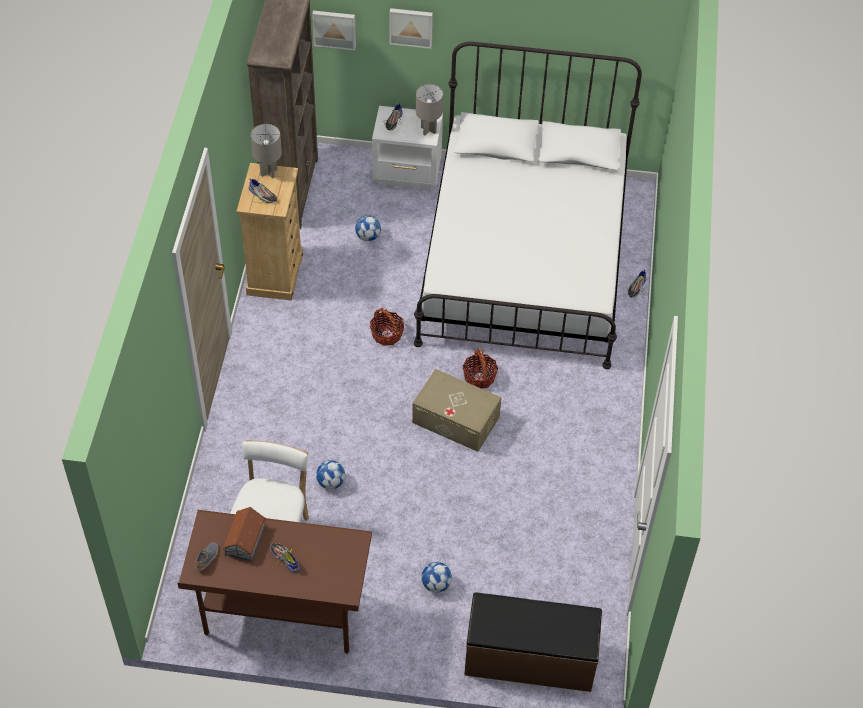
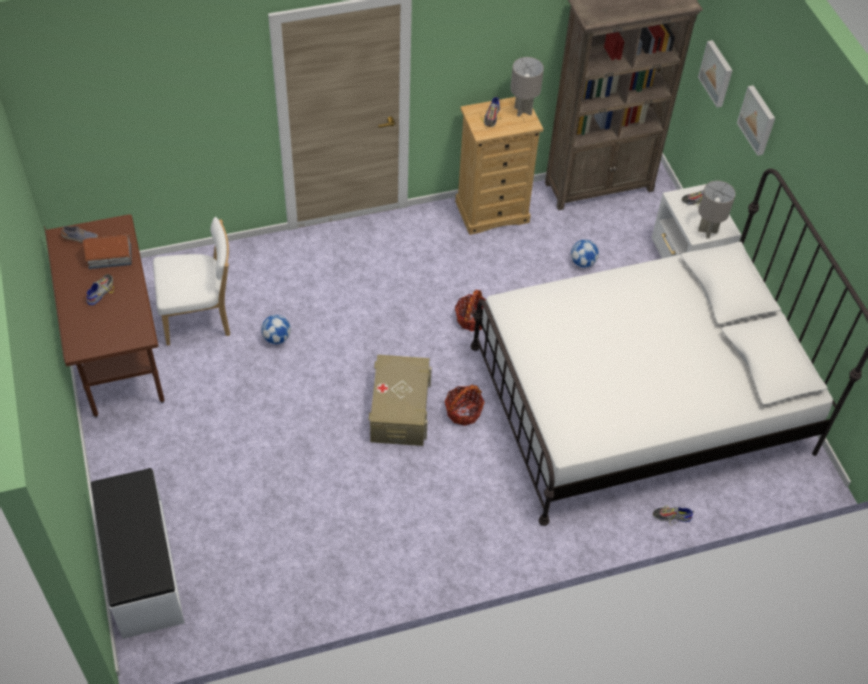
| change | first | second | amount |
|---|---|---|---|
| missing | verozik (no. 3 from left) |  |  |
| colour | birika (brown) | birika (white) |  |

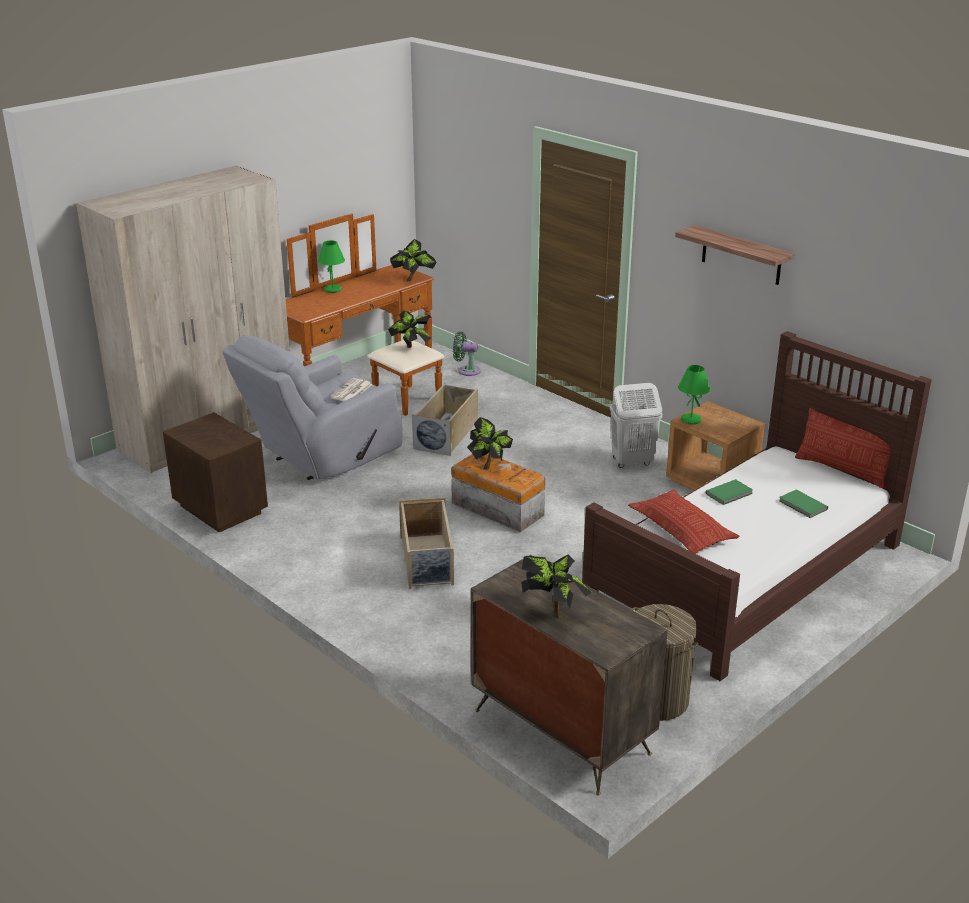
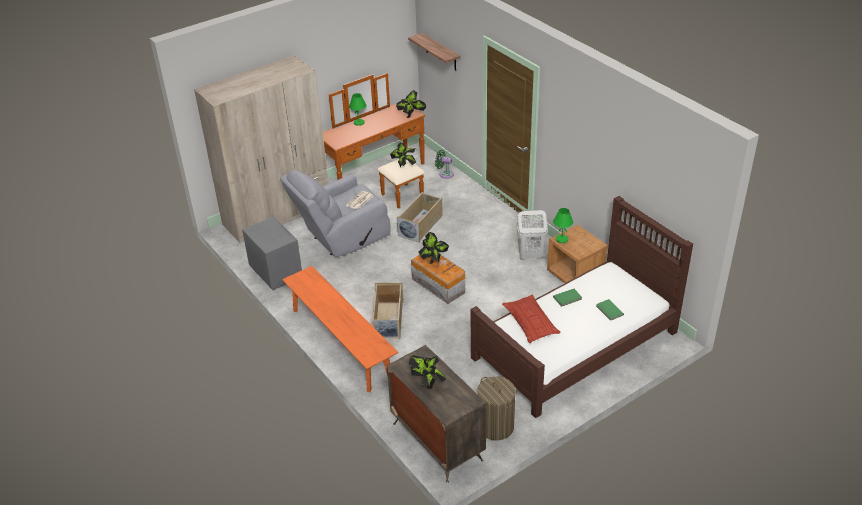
| change | first | second | amount |
|---|---|---|---|
| relocated | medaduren |  |  |
| missing | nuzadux (no. 2 from left) |  |  |
| colour | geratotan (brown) (no. 1 from left) | geratotan (grey) |  |
| appeared |  | birika (orange) |  |

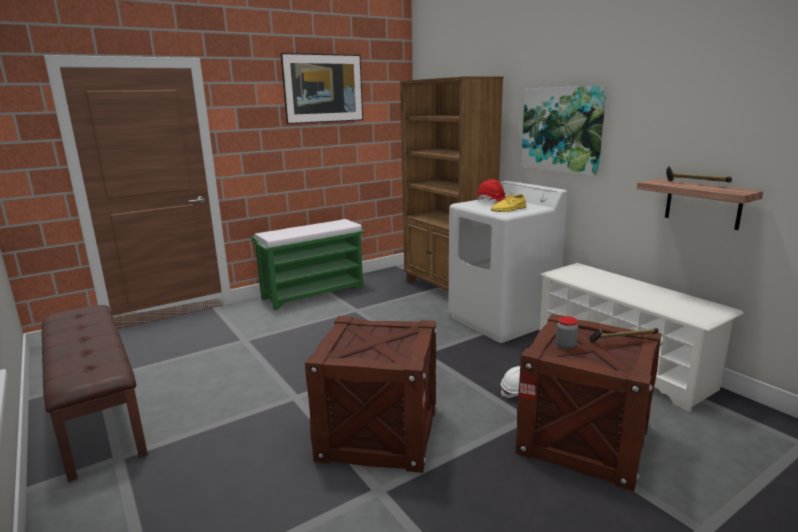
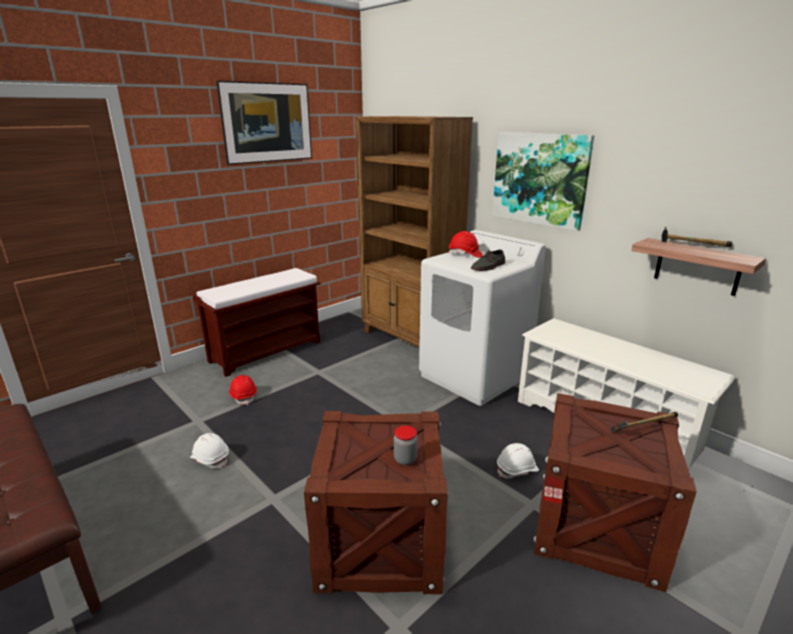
| change | first | second | amount |
|---|---|---|---|
| colour | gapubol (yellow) | gapubol (grey) |  |
| colour | birika (green) | birika (brown) (no. 2 from left) |  |
| relocated | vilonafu |  |  |
| appeared |  | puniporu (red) (no. 1 from left) |  |
| appeared |  | puniporu (white) (no. 1 from left) |  |

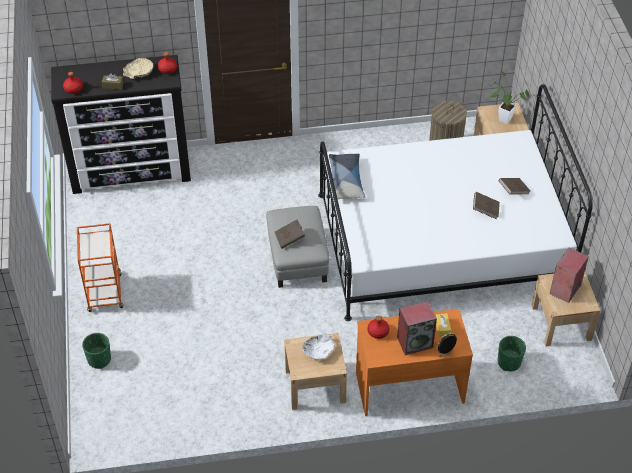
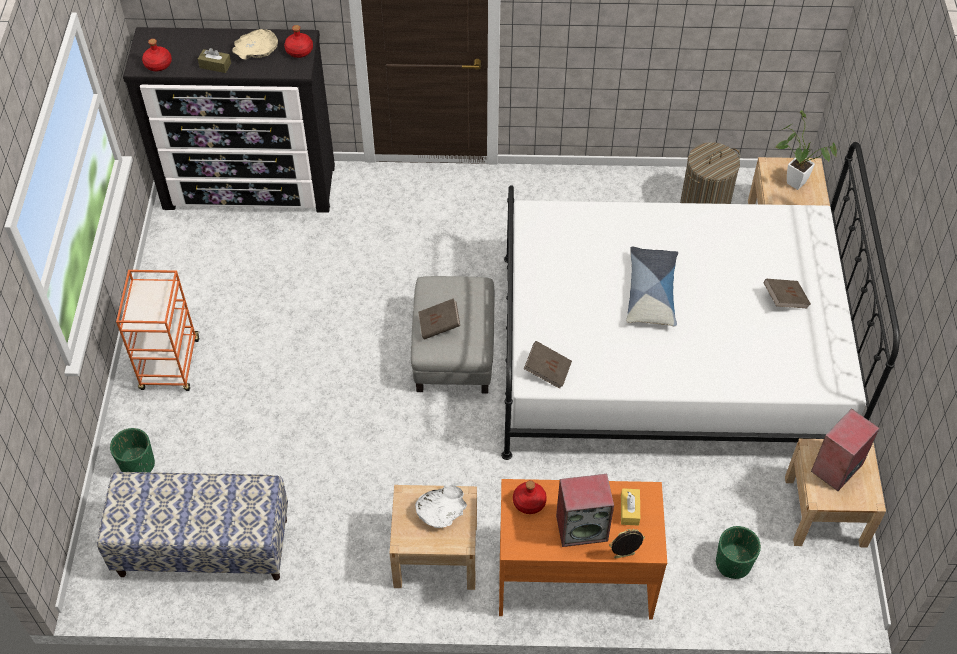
| change | first | second | amount |
|---|---|---|---|
| relocated | nuzadux |  |  |
| relocated | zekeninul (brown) (no. 2 from left) |  |  |
| appeared |  | birika |  |

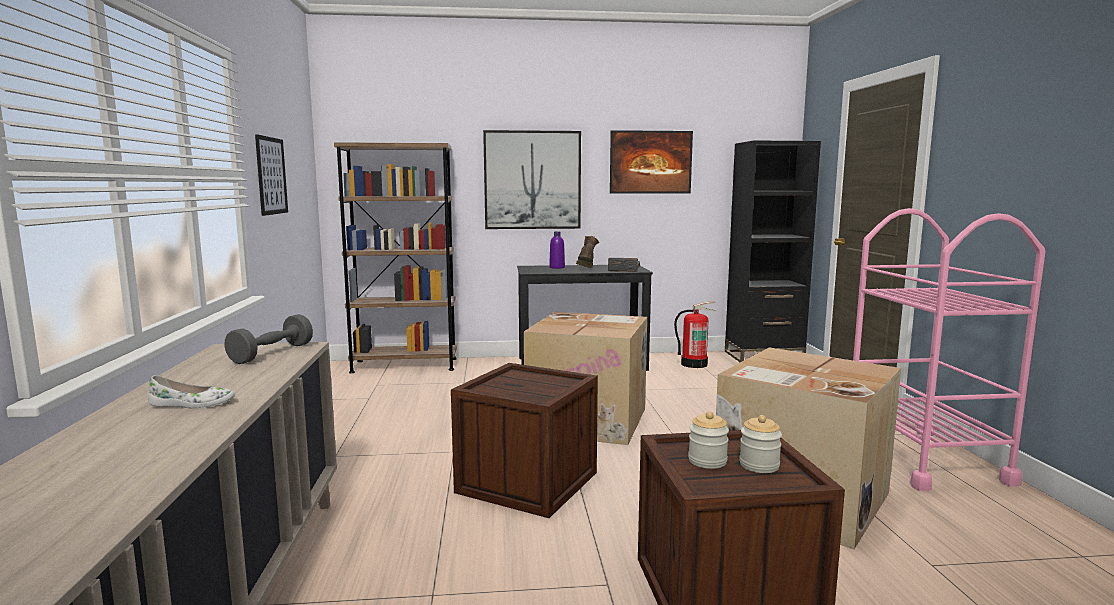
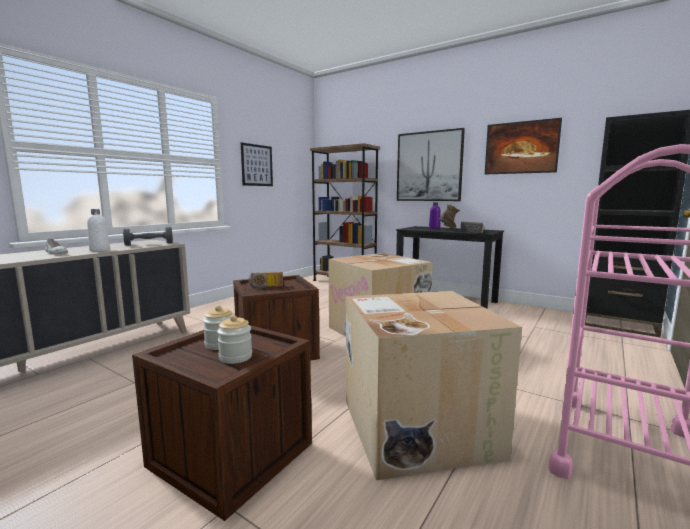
| change | first | second | amount |
|---|---|---|---|
| missing | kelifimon |  |  |
| appeared |  | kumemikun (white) |  |
| appeared |  | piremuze (no. 1 from left) |  |

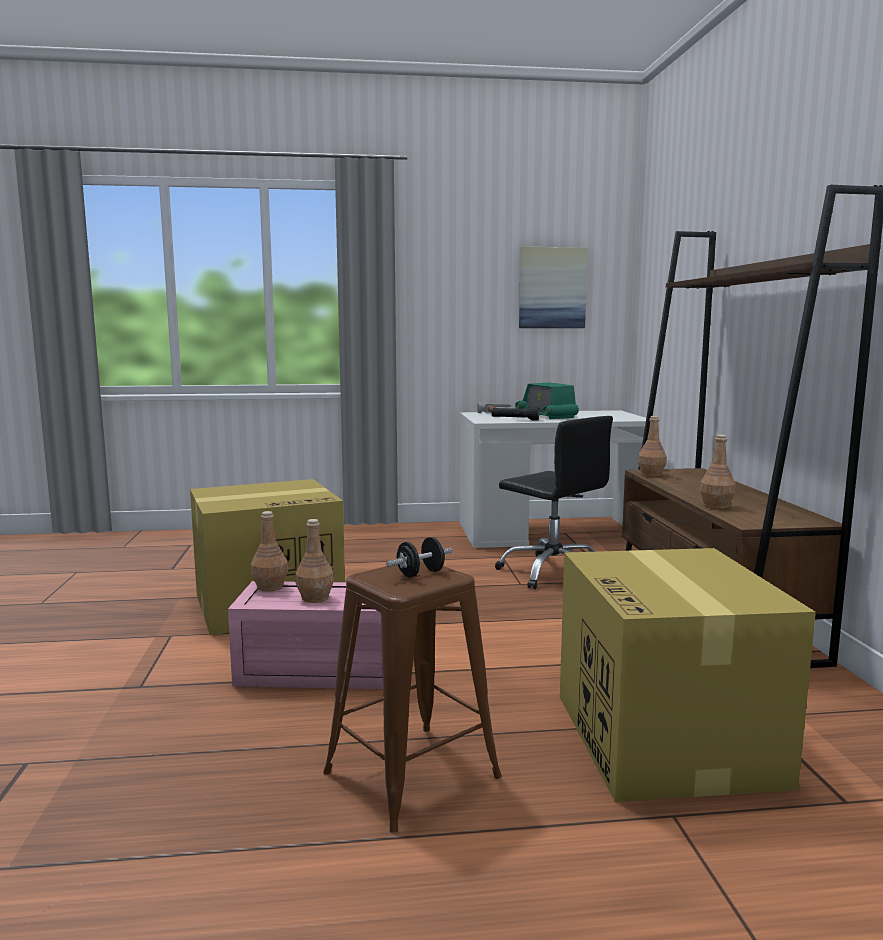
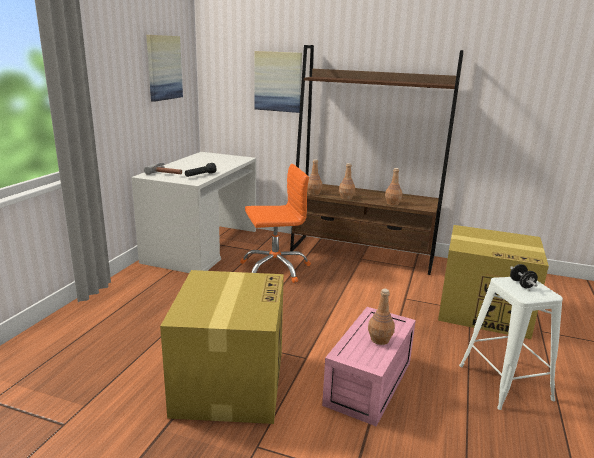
| change | first | second | amount |
|---|---|---|---|
| missing | piremuze |  |  |
| colour | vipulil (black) | vipulil (orange) |  |
| relocated | kumemikun (brown) (no. 1 from left in the first image) | kumemikun (brown) (no. 2 from left) |  |
| colour | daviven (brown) | daviven (white) |  |
| appeared |  | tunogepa (no. 2 from left) |  |

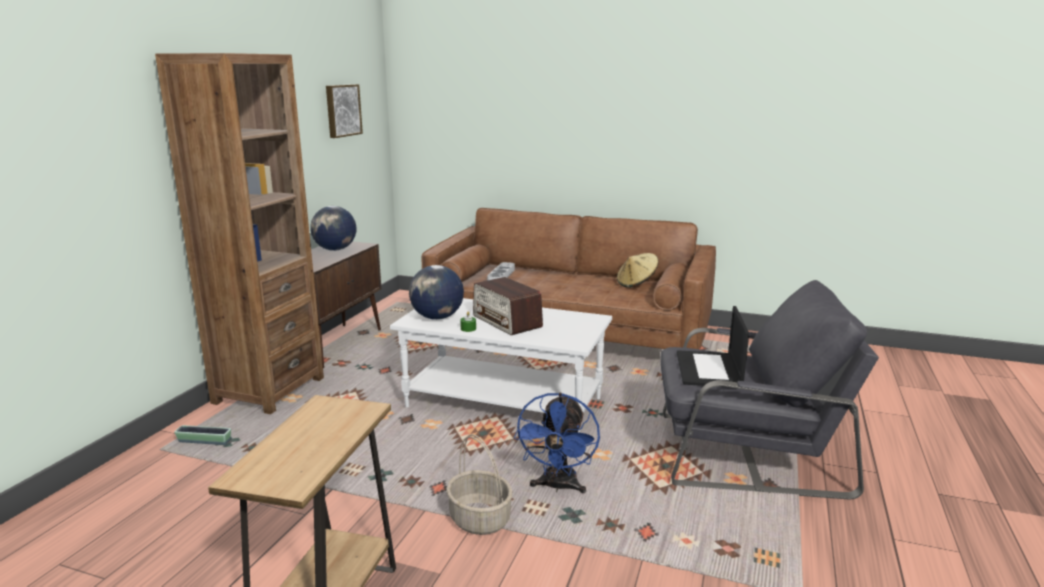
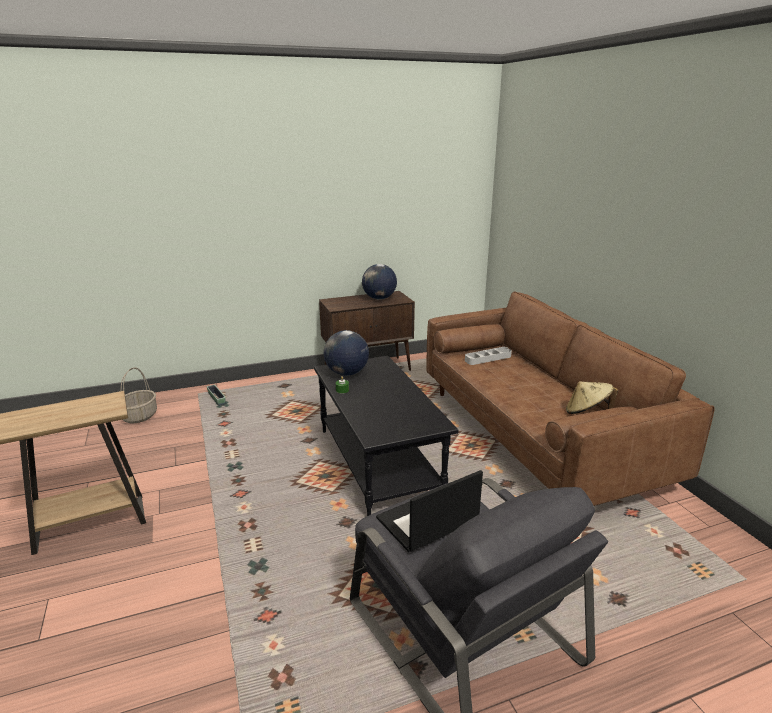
| change | first | second | amount |
|---|---|---|---|
| missing | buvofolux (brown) |  |  |
| missing | tunogepa |  |  |
| missing | piremuze |  |  |
| colour | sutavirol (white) | sutavirol (black) |  |
| missing | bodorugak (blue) |  |  |
| relocated | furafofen |  |  |

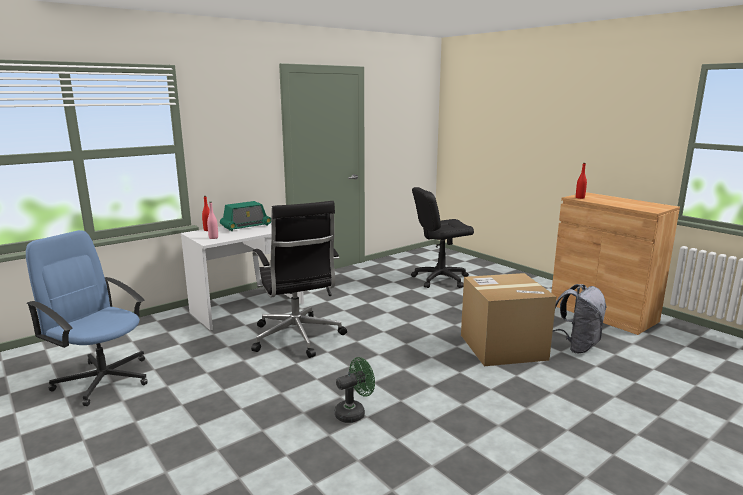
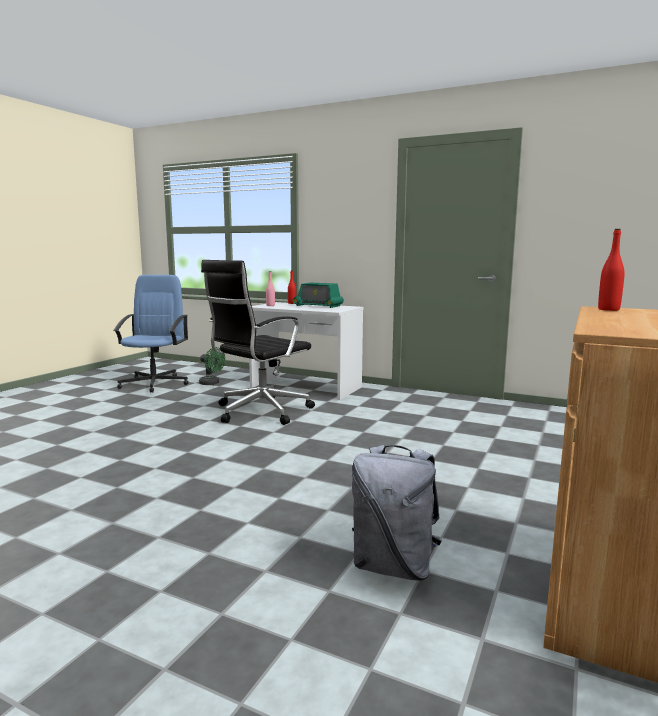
| change | first | second | amount |
|---|---|---|---|
| missing | vipulil (black) (no. 2 from left) |  |  |
| missing | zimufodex |  |  |
| relocated | bodorugak (green) |  |  |

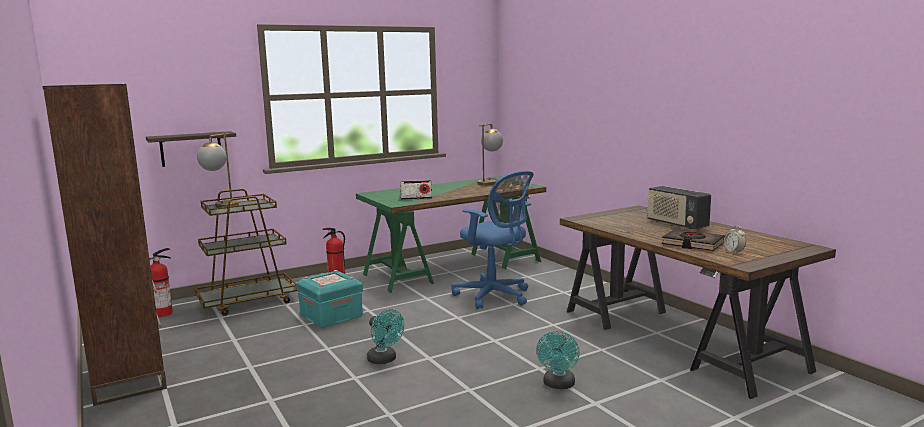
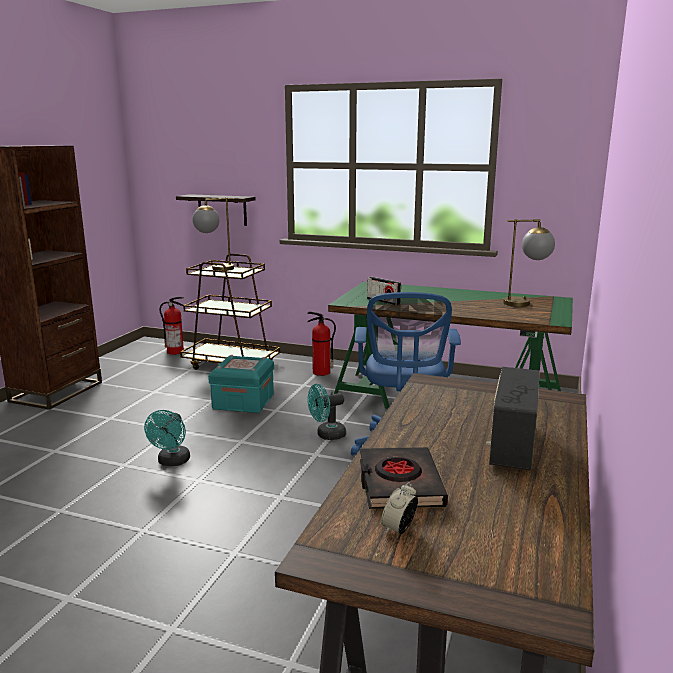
| change | first | second | amount |
|---|---|---|---|
| relocated | bodorugak (turquoise) (no. 2 from left) |  |  |

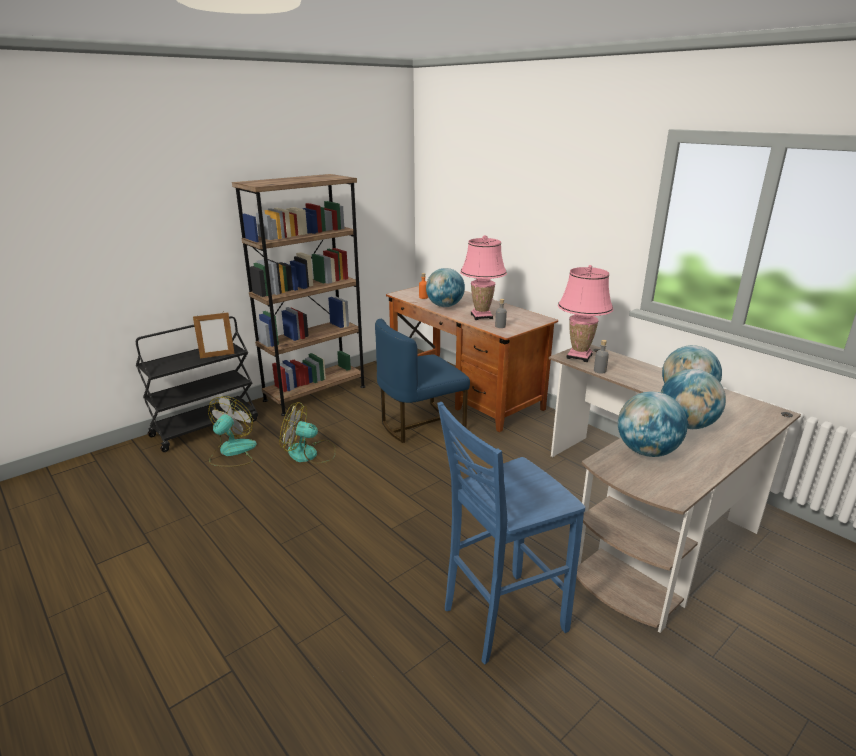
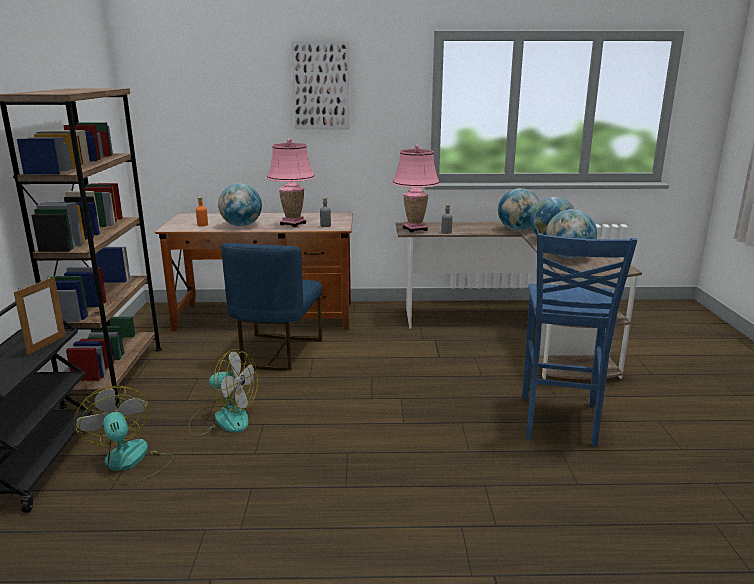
| change | first | second | amount |
|---|---|---|---|
| spun | bodorugak (no. 2 from left) |  | 120 degrees counterclockwise |
| appeared |  | tunogepa |  |

